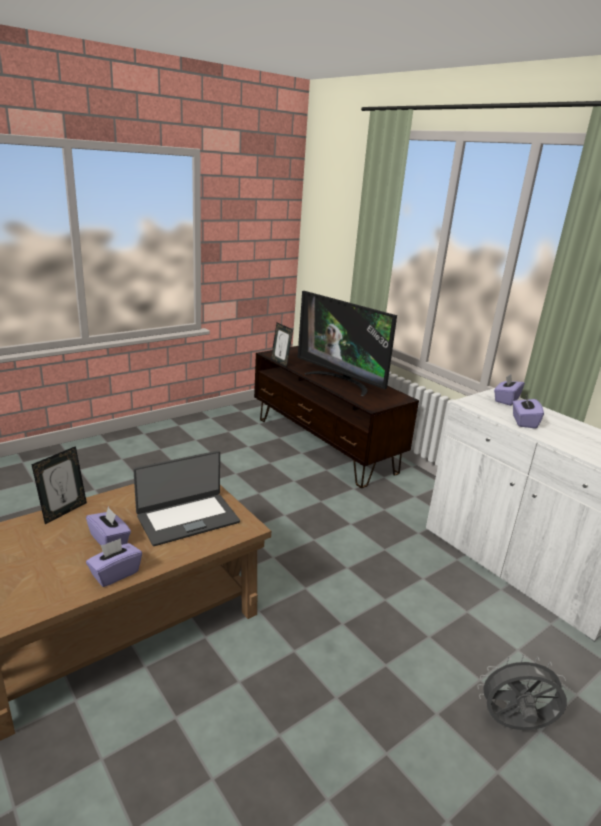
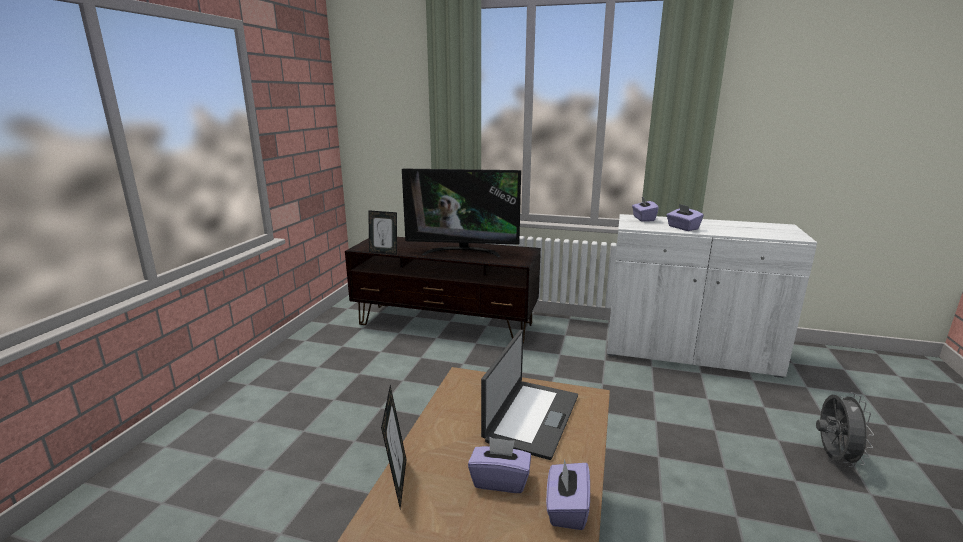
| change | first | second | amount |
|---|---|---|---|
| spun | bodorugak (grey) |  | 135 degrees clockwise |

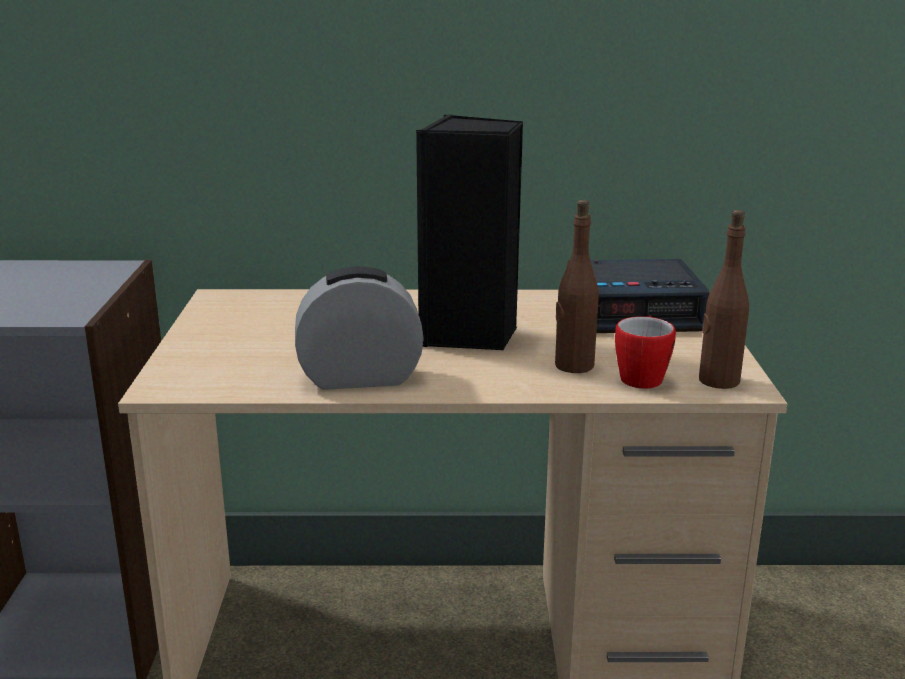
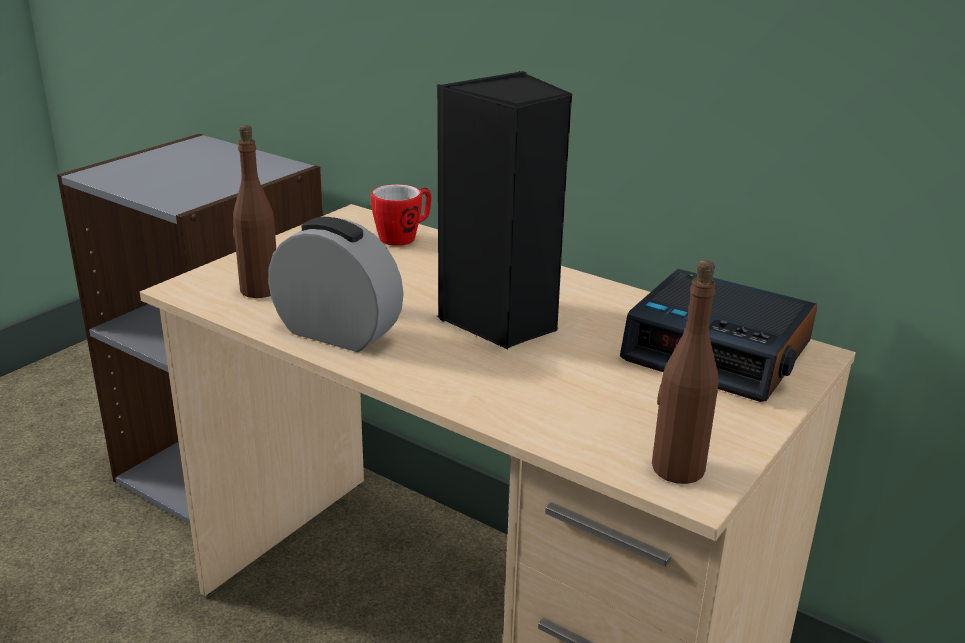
| change | first | second | amount |
|---|---|---|---|
| relocated | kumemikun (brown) (no. 1 from left) |  |  |
| relocated | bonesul |  |  |

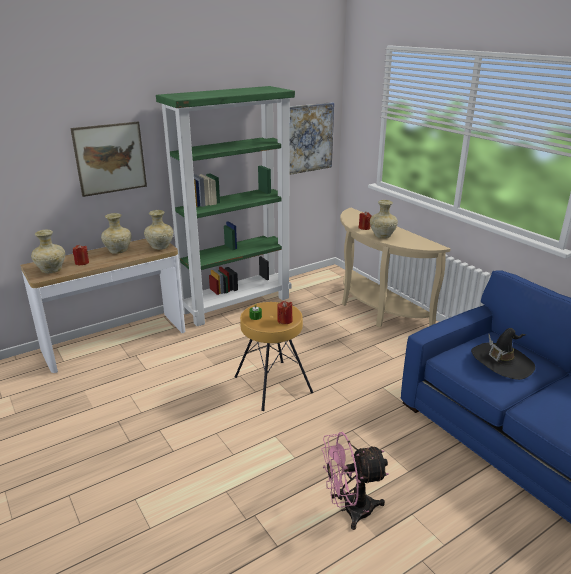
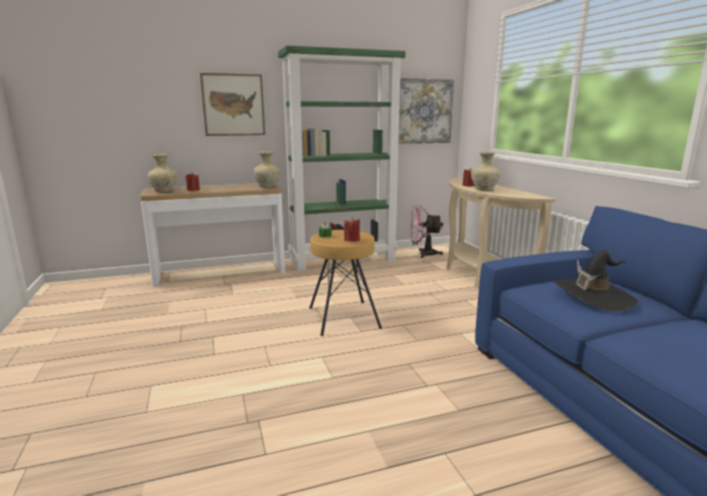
| change | first | second | amount |
|---|---|---|---|
| missing | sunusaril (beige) (no. 2 from left) |  |  |
| relocated | bodorugak (pink) |  |  |

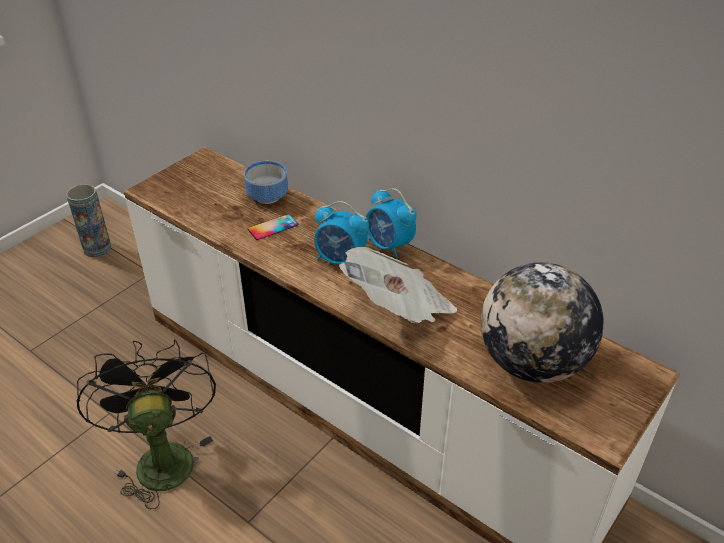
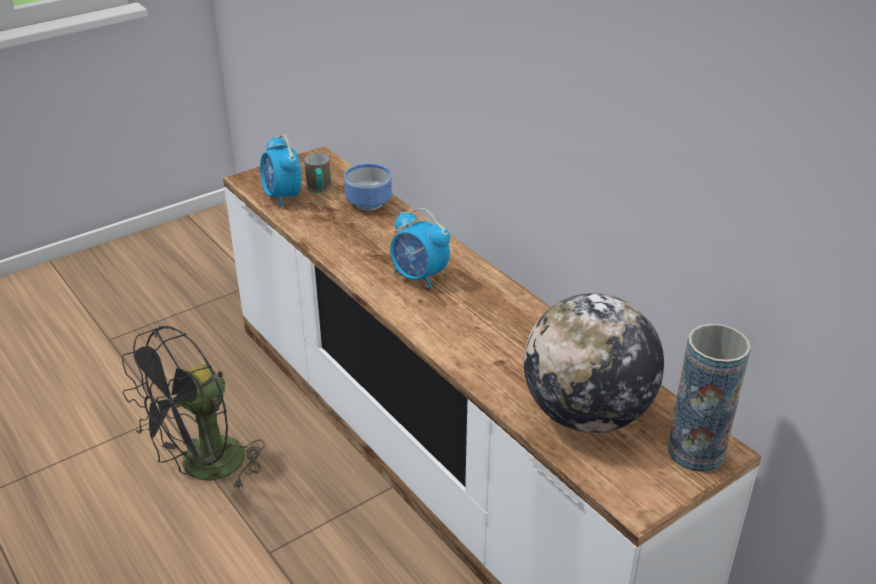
| change | first | second | amount |
|---|---|---|---|
| relocated | sunusaril |  |  |
| relocated | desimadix (no. 2 from left in the first image) | desimadix (no. 1 from left) |  |
| missing | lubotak |  |  |
| missing | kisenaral |  |  |
| spun | bodorugak (black) |  | 135 degrees counterclockwise |
| appeared |  | bonesul |  |

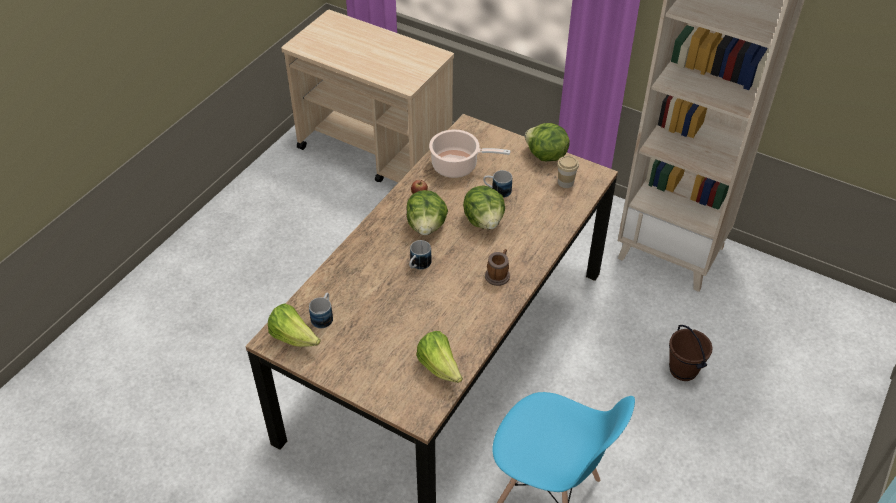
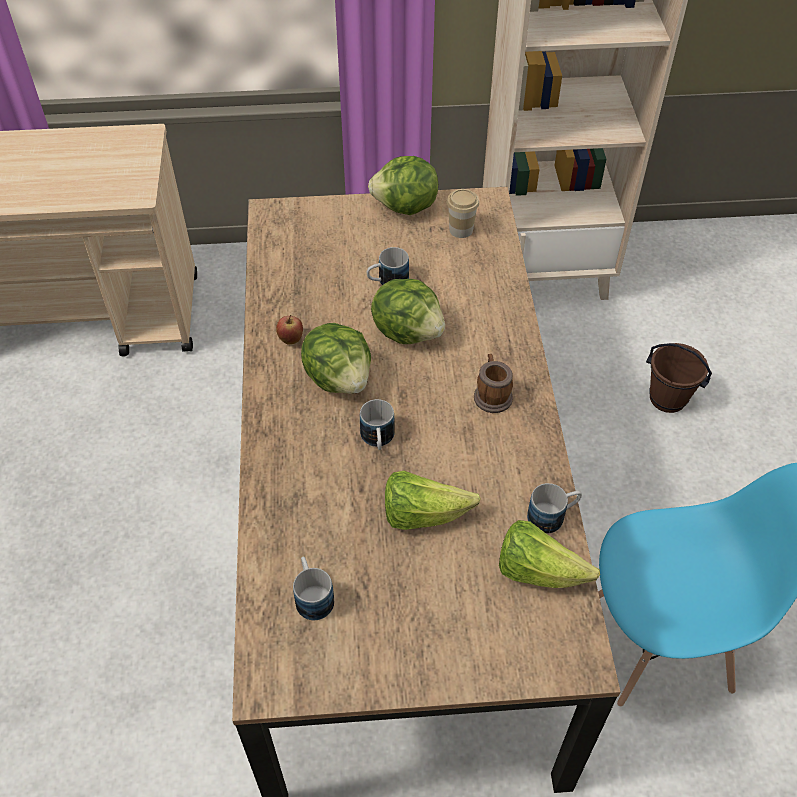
| change | first | second | amount |
|---|---|---|---|
| missing | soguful |  |  |
| relocated | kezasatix (no. 1 from left in the first image) | kezasatix (no. 4 from left) |  |
| appeared |  | bonesul (no. 5 from left) |  |

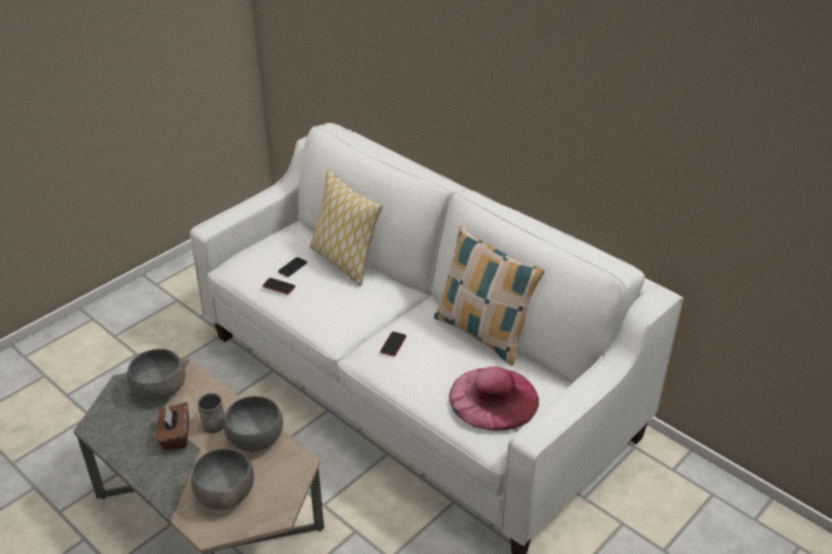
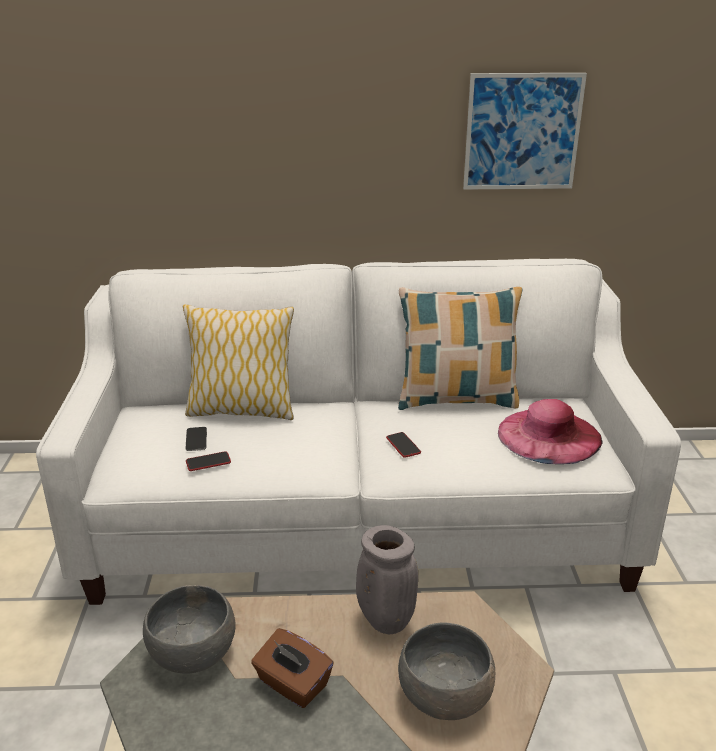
| change | first | second | amount |
|---|---|---|---|
| missing | bonesul (grey) |  |  |
| exchanged | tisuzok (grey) (no. 3 from left) | sunusaril (grey) |  |
| appeared |  | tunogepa |  |

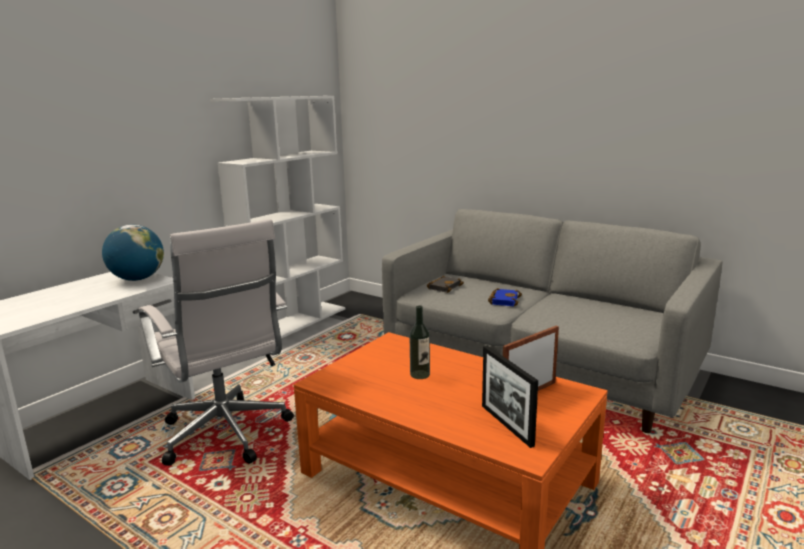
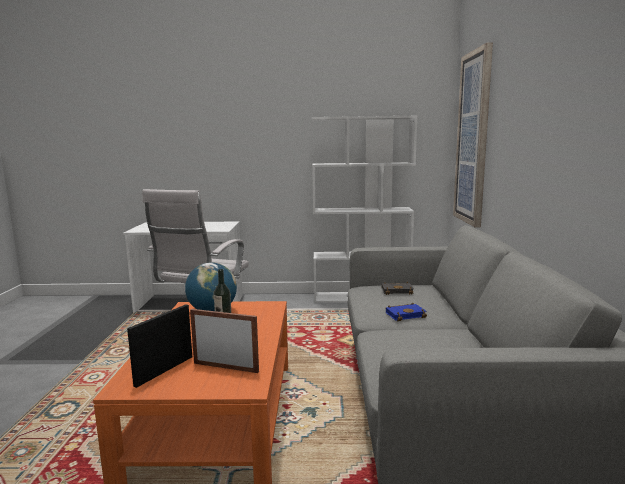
| change | first | second | amount |
|---|---|---|---|
| relocated | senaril |  |  |
| appeared |  | tunogepa |  |

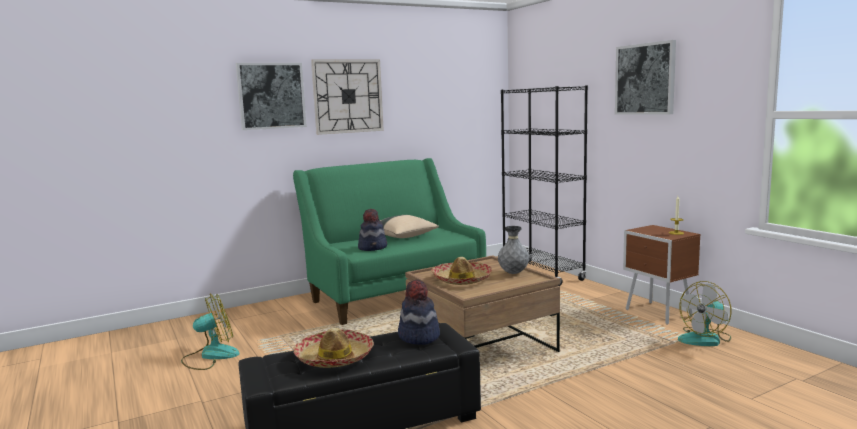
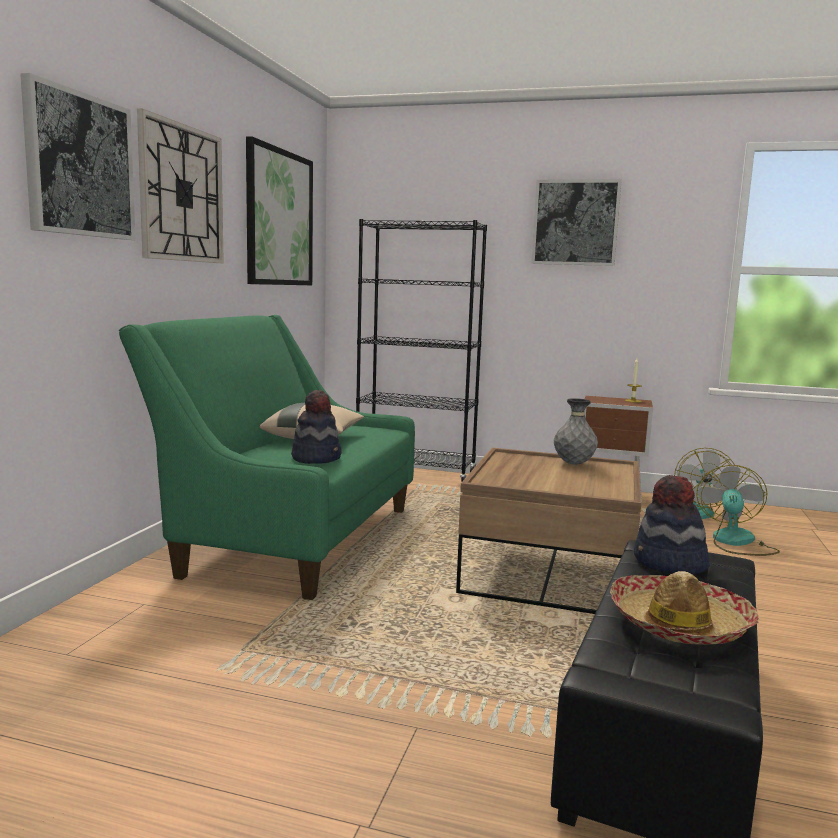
| change | first | second | amount |
|---|---|---|---|
| missing | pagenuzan (no. 4 from left) |  |  |
| relocated | bodorugak (no. 1 from left in the first image) | bodorugak (no. 2 from left) |  |
| appeared |  | tunogepa (no. 2 from left) |  |

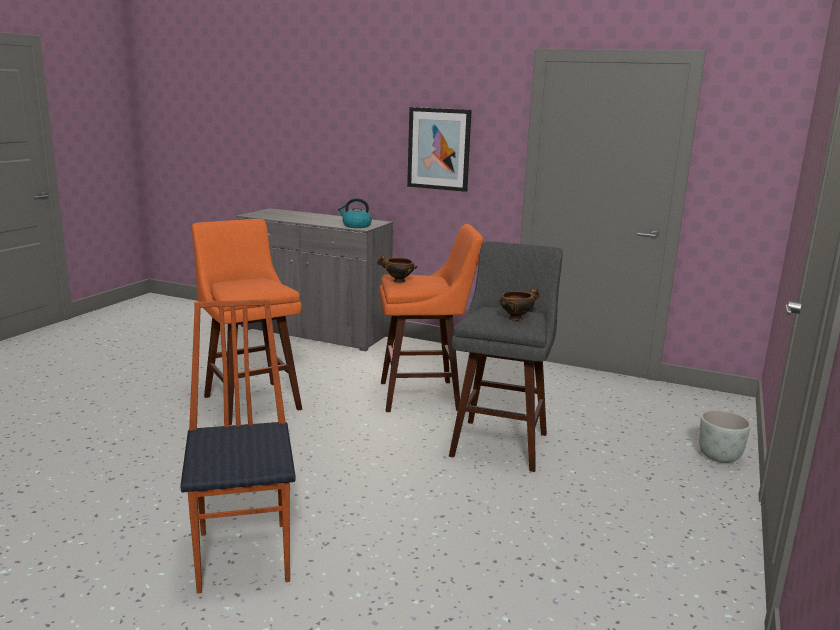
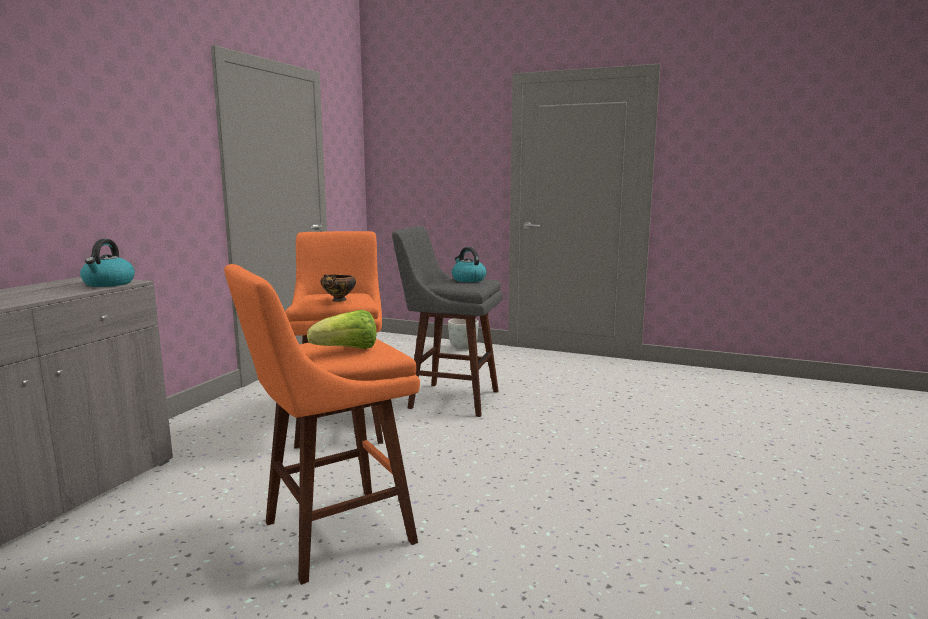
| change | first | second | amount |
|---|---|---|---|
| missing | tunogepa |  |  |
| exchanged | tisuzok (no. 2 from left) | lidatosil (no. 2 from left) |  |
| missing | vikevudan |  |  |
| appeared |  | kezasatix |  |

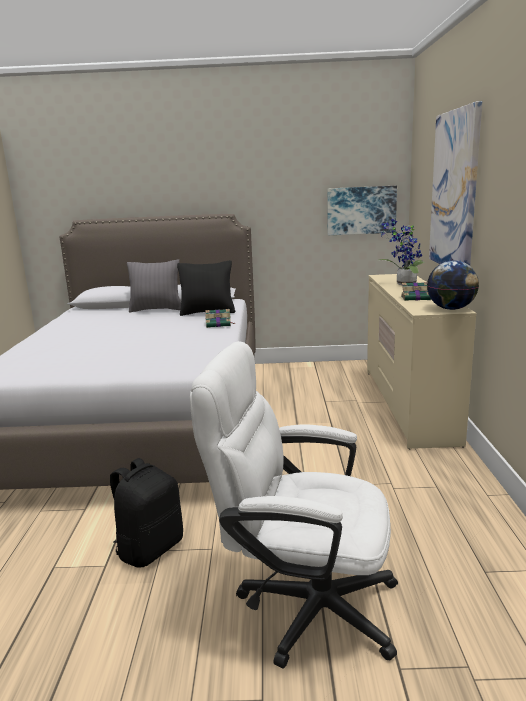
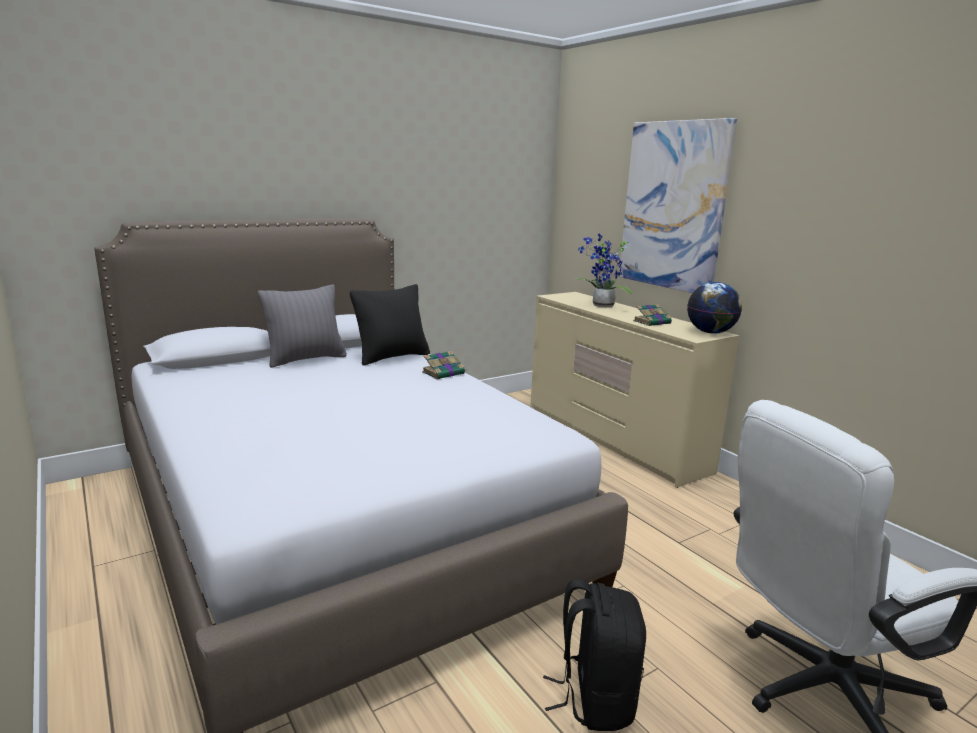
| change | first | second | amount |
|---|---|---|---|
| missing | tunogepa (no. 1 from left) |  |  |

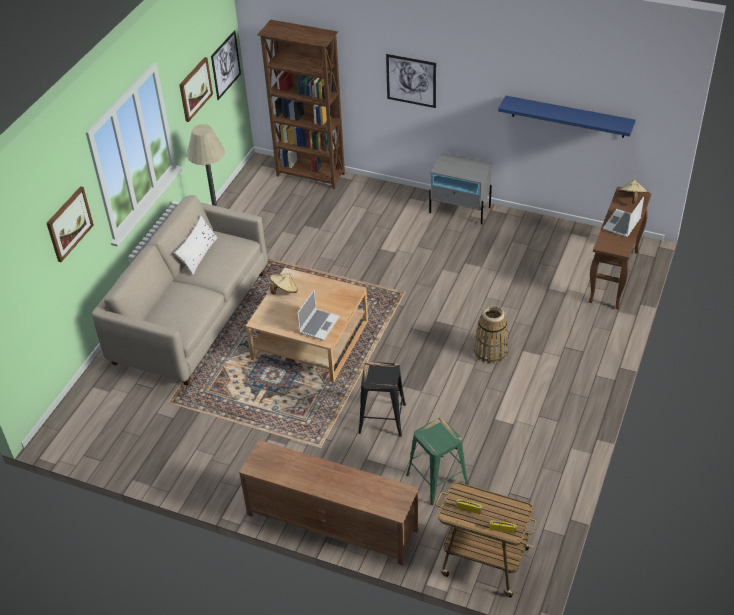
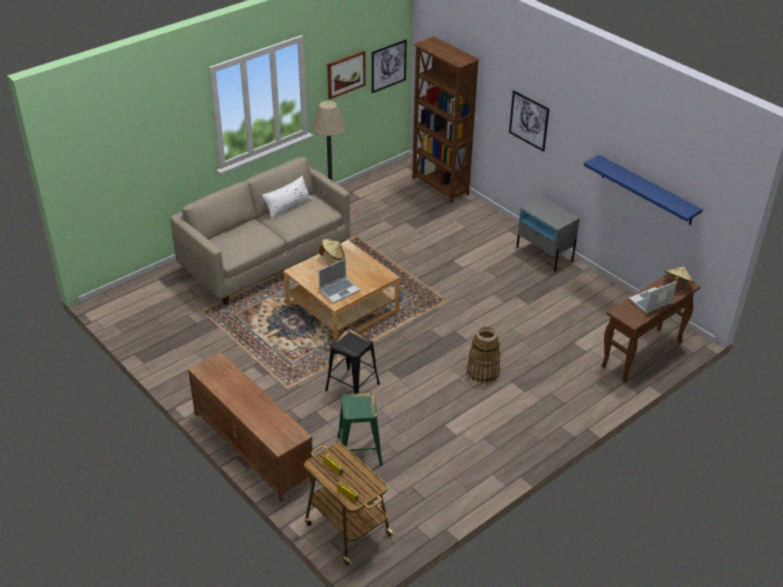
| change | first | second | amount |
|---|---|---|---|
| missing | tunogepa (no. 1 from left) |  |  |

